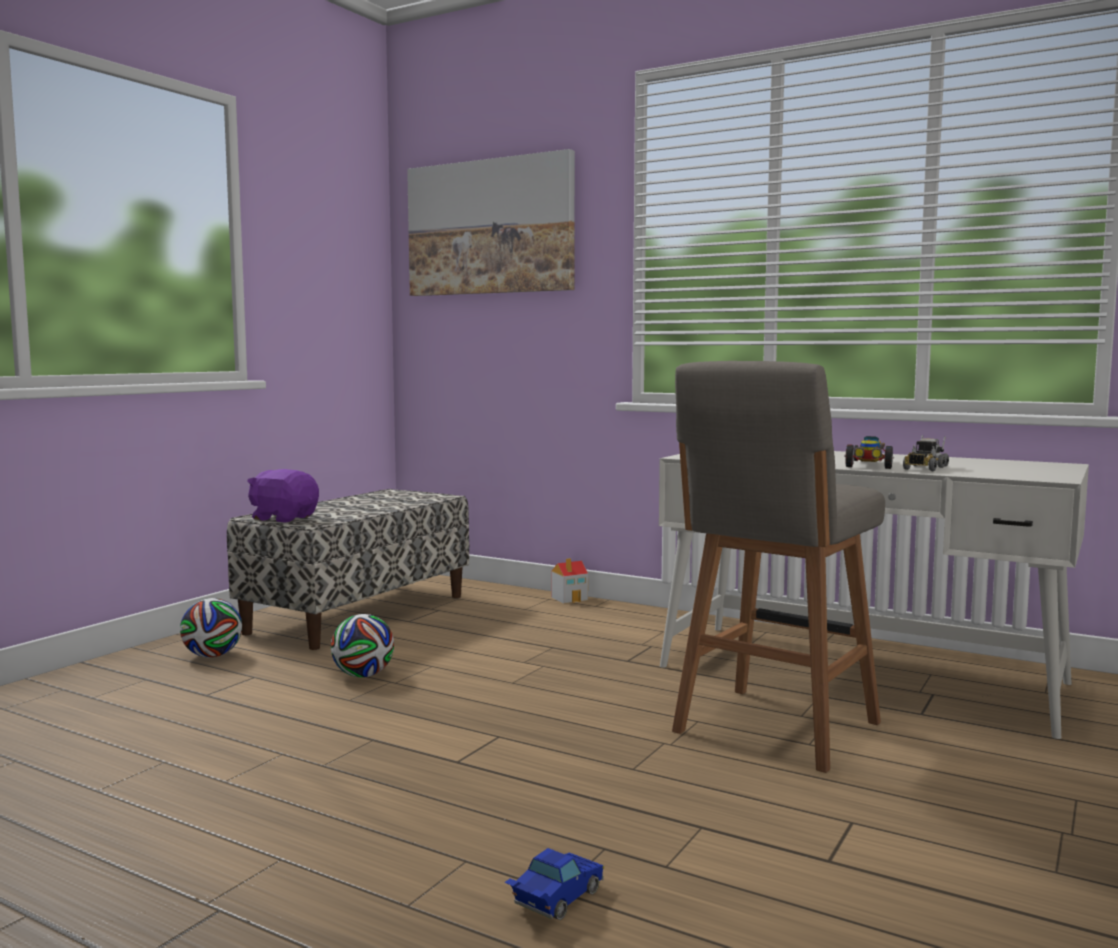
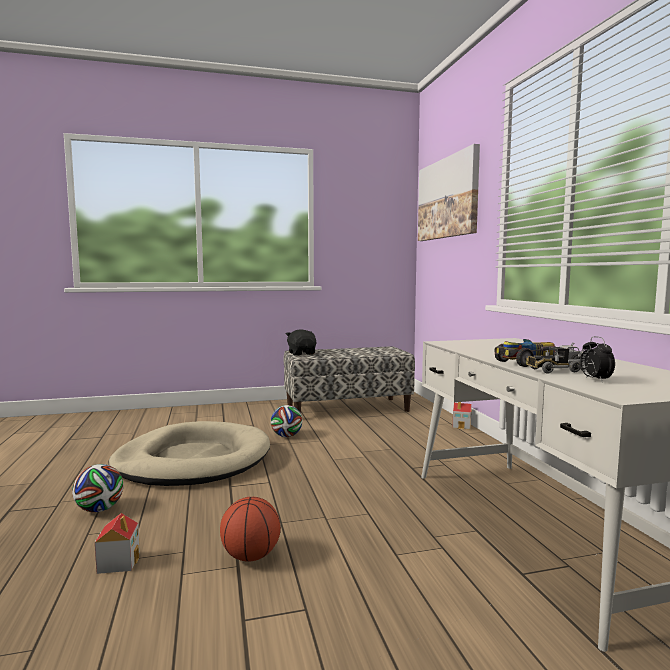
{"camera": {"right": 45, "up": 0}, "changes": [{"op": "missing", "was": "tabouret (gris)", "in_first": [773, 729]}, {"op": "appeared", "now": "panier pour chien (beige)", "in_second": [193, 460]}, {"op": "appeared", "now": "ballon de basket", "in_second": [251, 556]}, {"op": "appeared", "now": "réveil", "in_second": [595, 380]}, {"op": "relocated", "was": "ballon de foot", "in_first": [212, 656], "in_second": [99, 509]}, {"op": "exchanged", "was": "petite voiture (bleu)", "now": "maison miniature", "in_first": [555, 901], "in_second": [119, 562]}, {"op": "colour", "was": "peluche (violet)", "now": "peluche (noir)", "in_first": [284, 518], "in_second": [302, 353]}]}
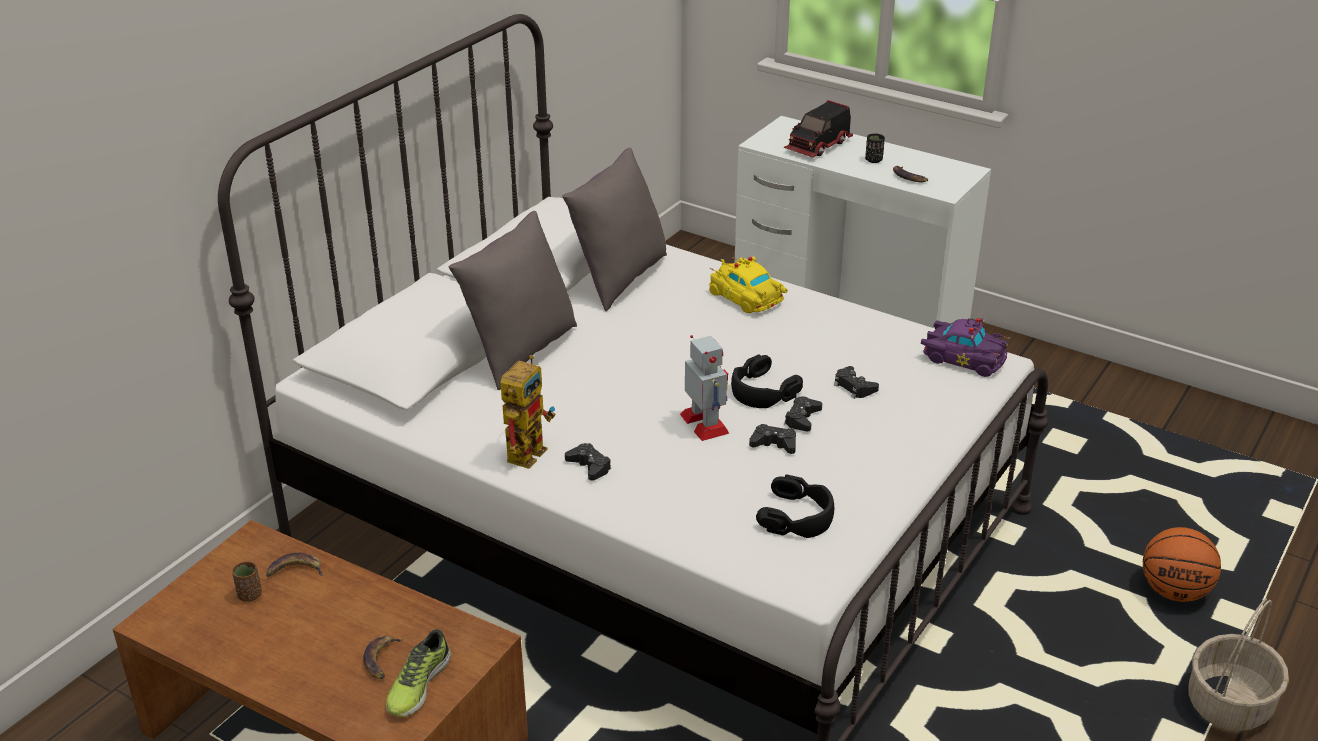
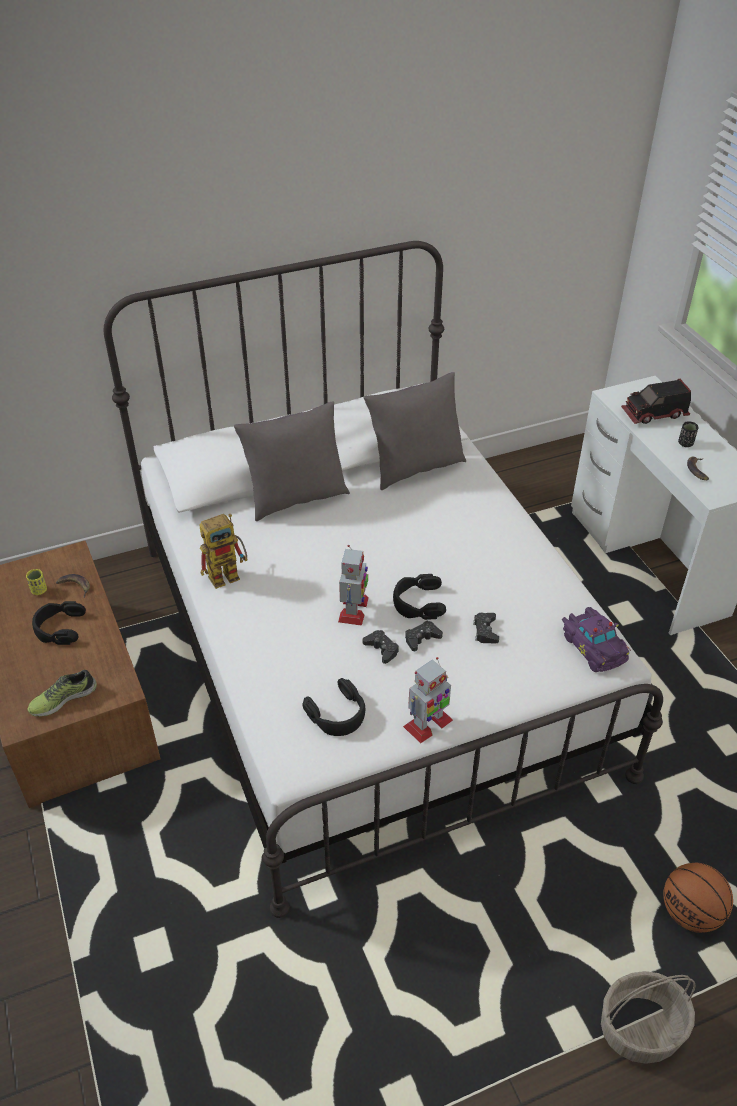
{"camera": {"right": 35, "up": 10}, "changes": [{"op": "missing", "was": "banane", "in_first": [381, 660]}, {"op": "missing", "was": "manette (noir)", "in_first": [589, 466]}, {"op": "missing", "was": "petite voiture (jaune)", "in_first": [746, 298]}, {"op": "appeared", "now": "casque audio (noir)", "in_second": [59, 628]}, {"op": "appeared", "now": "robot jouet", "in_second": [427, 724]}, {"op": "colour", "was": "tasse (marron)", "now": "tasse (jaune)", "in_first": [250, 595], "in_second": [39, 590]}]}
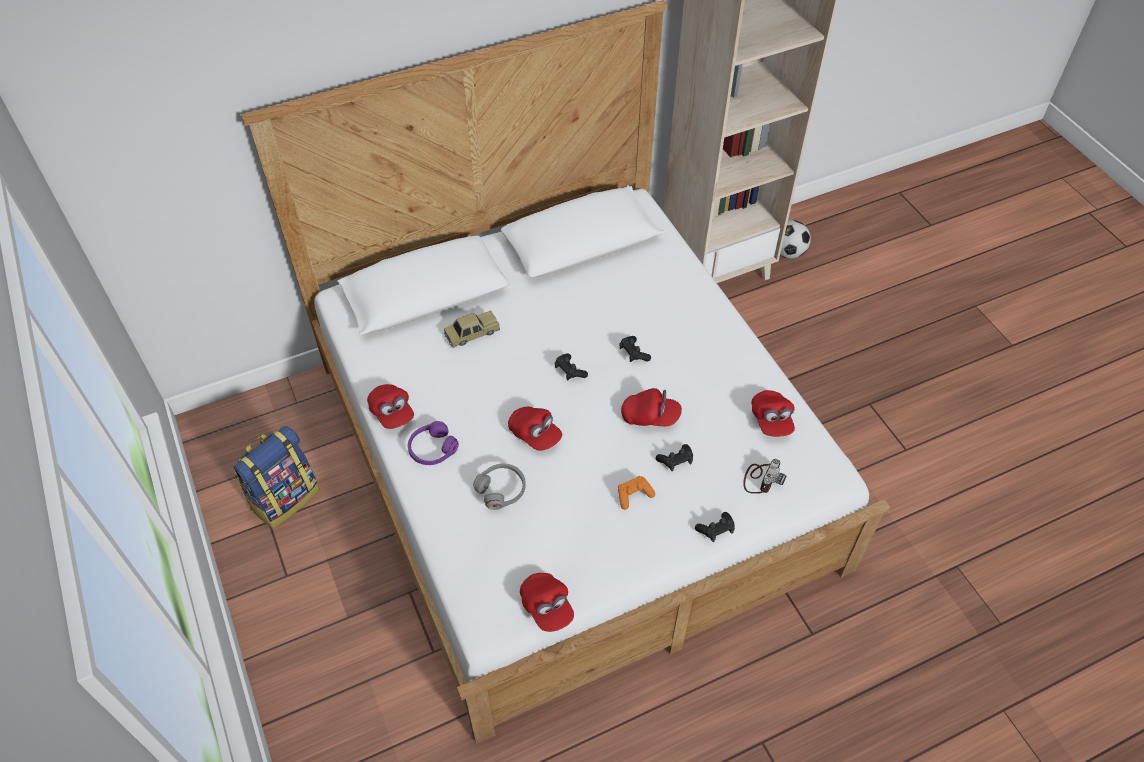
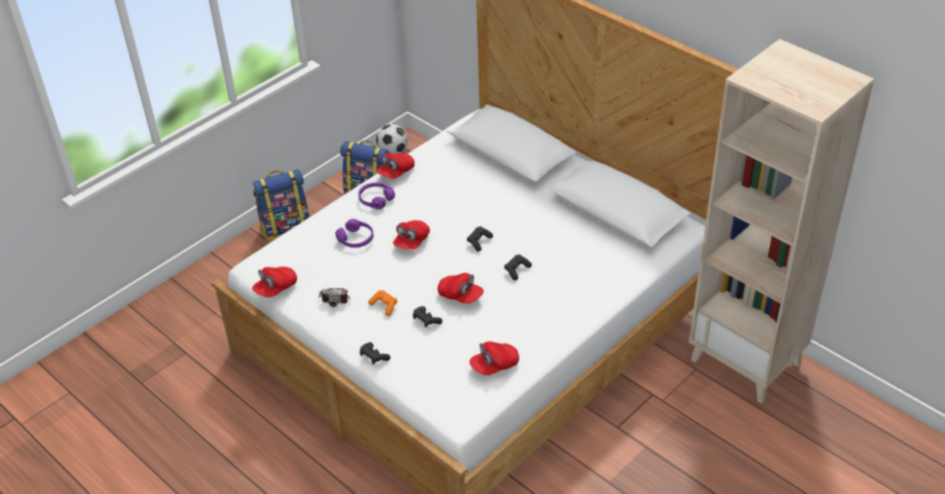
{"camera": {"right": 70, "up": -10}, "changes": [{"op": "missing", "was": "petite voiture", "in_first": [472, 333]}, {"op": "appeared", "now": "sac à dos", "in_second": [286, 229]}, {"op": "relocated", "was": "appareil photo", "in_first": [761, 478], "in_second": [335, 297]}, {"op": "relocated", "was": "ballon de foot", "in_first": [788, 252], "in_second": [393, 152]}, {"op": "colour", "was": "casque audio (gris)", "now": "casque audio (violet)", "in_first": [501, 489], "in_second": [356, 239]}, {"op": "spun", "was": "casquette (rouge)", "in_first": [650, 416], "in_second": [460, 296], "clockwise": -45}]}
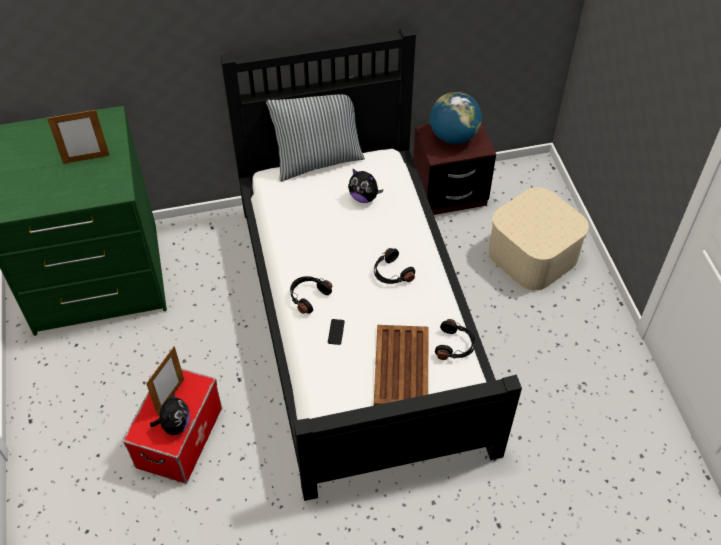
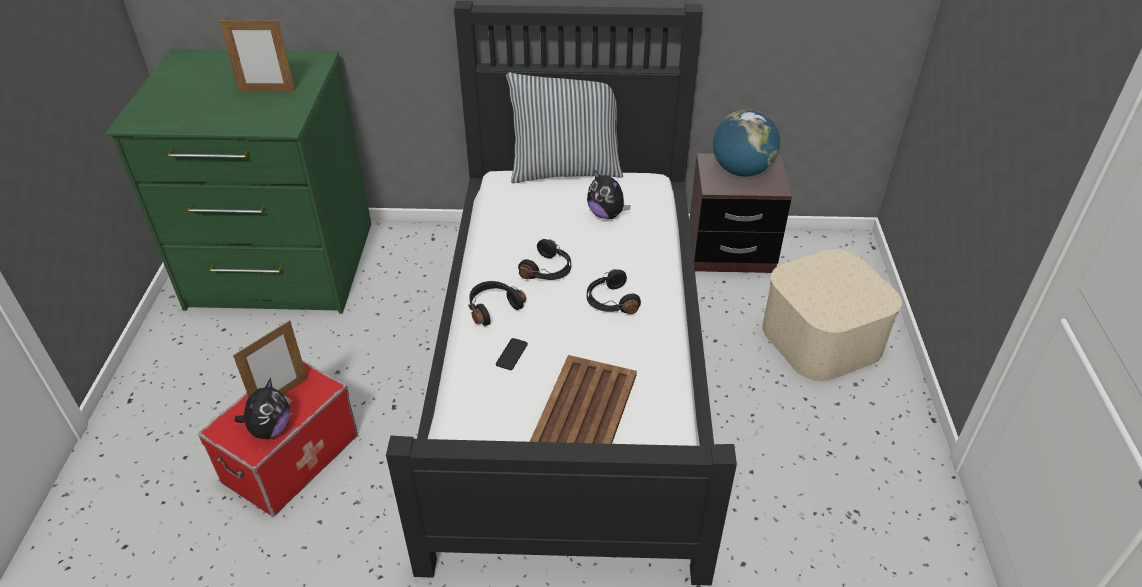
{"camera": {"right": 15, "up": -10}, "changes": [{"op": "relocated", "was": "casque audio (noir)", "in_first": [455, 346], "in_second": [548, 270]}]}
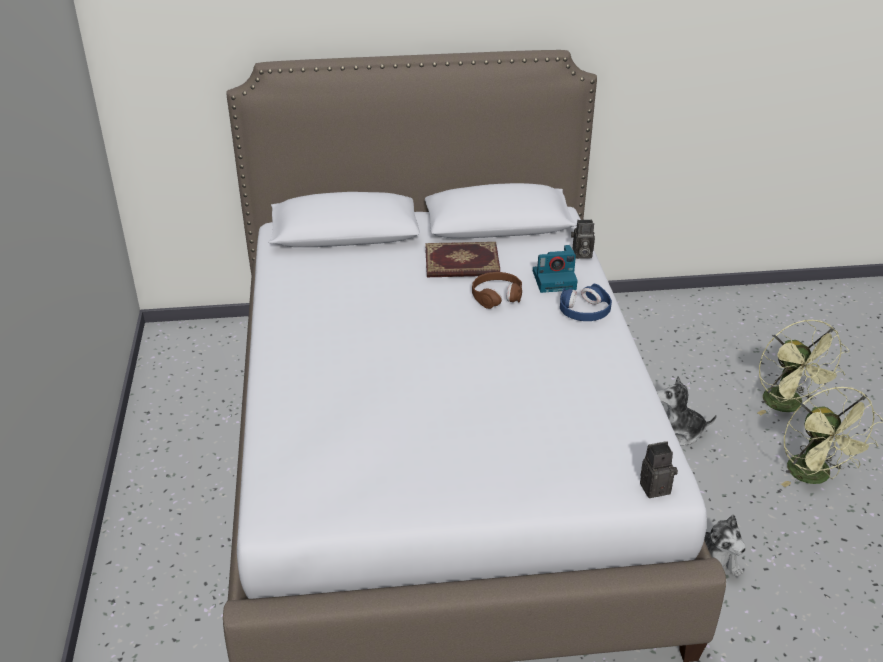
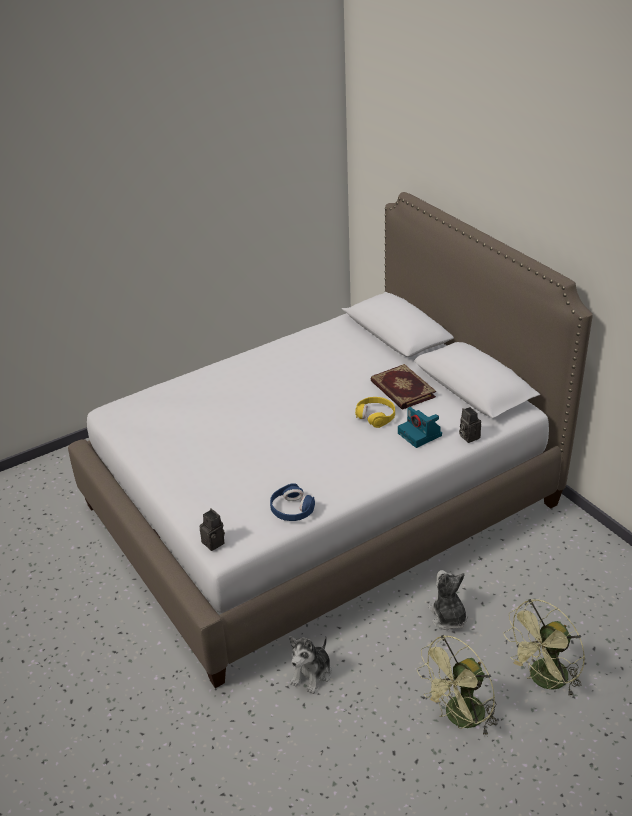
{"camera": {"right": 65, "up": 0}, "changes": [{"op": "relocated", "was": "casque audio (bleu)", "in_first": [584, 311], "in_second": [291, 509]}, {"op": "colour", "was": "casque audio (marron)", "now": "casque audio (jaune)", "in_first": [496, 296], "in_second": [376, 416]}]}
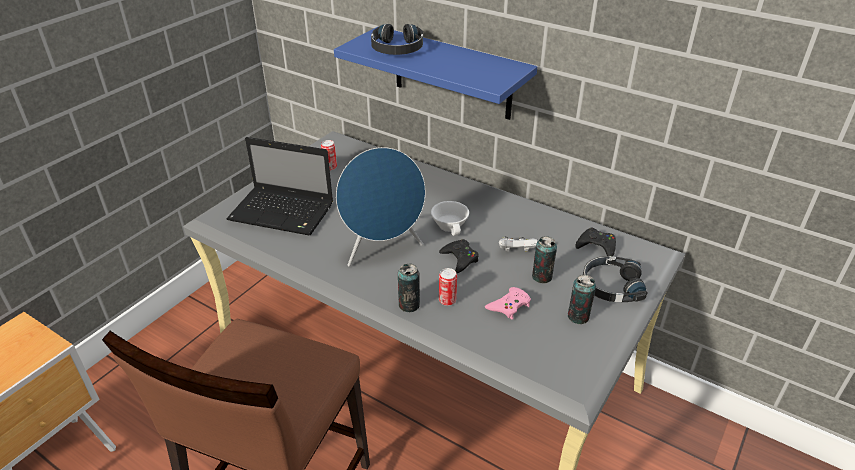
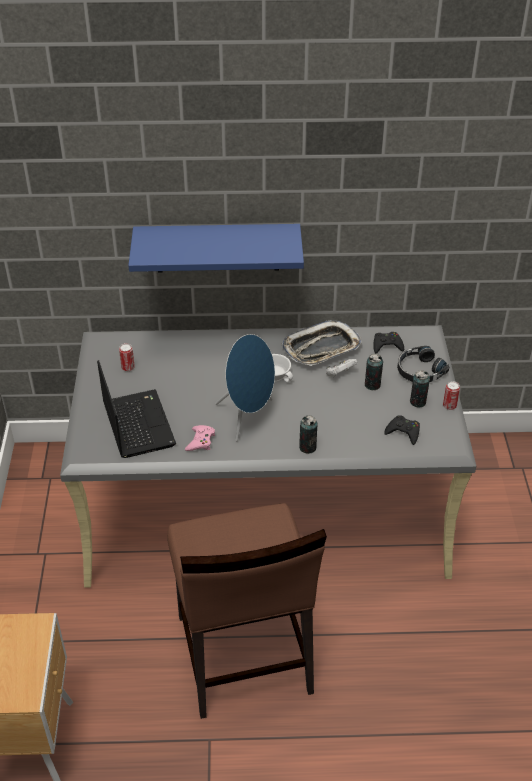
{"camera": {"right": -35, "up": 5}, "changes": [{"op": "missing", "was": "casque audio (noir)", "in_first": [397, 48]}, {"op": "appeared", "now": "plateau", "in_second": [321, 348]}, {"op": "relocated", "was": "manette (noir)", "in_first": [460, 259], "in_second": [403, 432]}, {"op": "relocated", "was": "boîte métallique", "in_first": [447, 300], "in_second": [449, 406]}, {"op": "relocated", "was": "manette (rose)", "in_first": [509, 306], "in_second": [200, 441]}, {"op": "spun", "was": "ordinateur portable", "in_first": [284, 212], "in_second": [137, 423], "clockwise": -90}]}
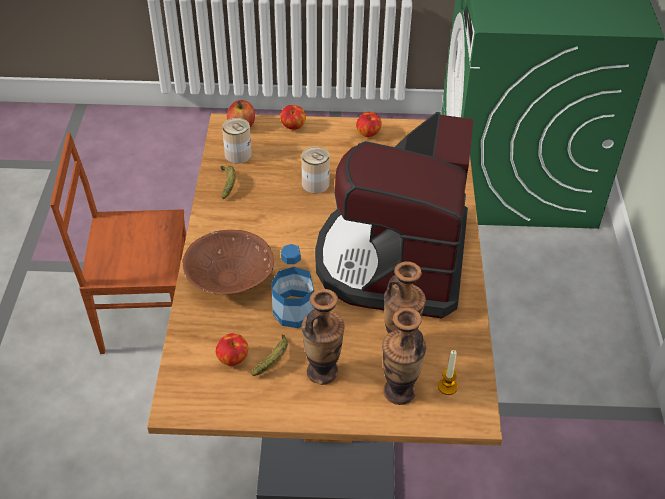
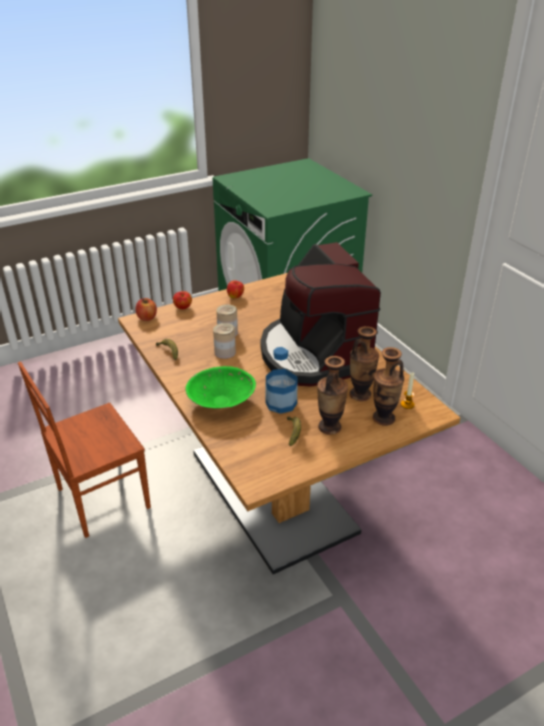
{"camera": {"right": -30, "up": -10}, "changes": [{"op": "missing", "was": "pomme", "in_first": [233, 359]}, {"op": "relocated", "was": "boîte métallique", "in_first": [238, 154], "in_second": [225, 352]}, {"op": "colour", "was": "bol (marron)", "now": "bol (vert)", "in_first": [228, 277], "in_second": [220, 401]}]}
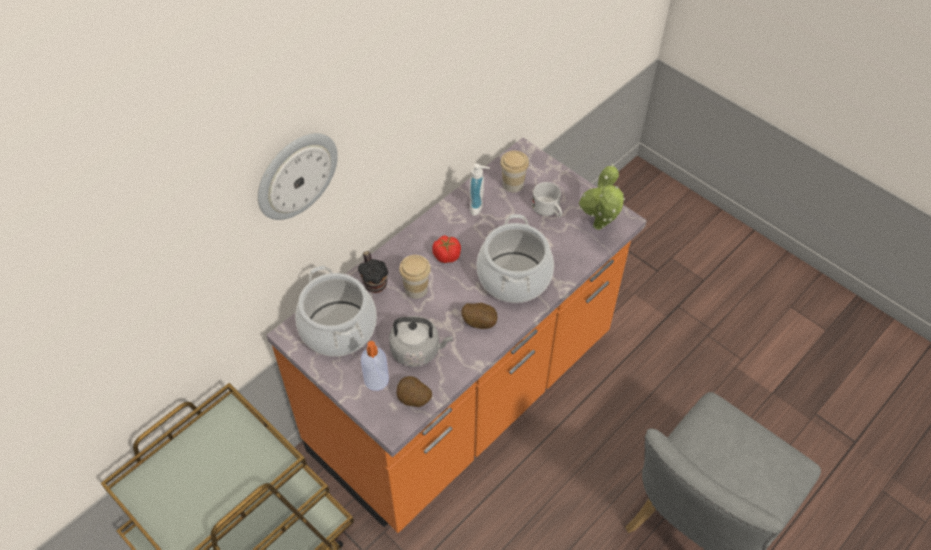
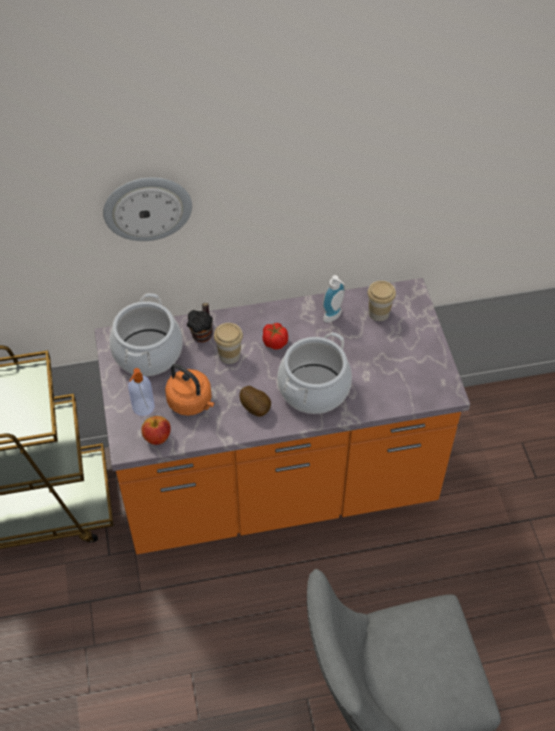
{"camera": {"right": 35, "up": 0}, "changes": [{"op": "missing", "was": "mug (blanc)", "in_first": [548, 210]}, {"op": "missing", "was": "plante en pot", "in_first": [599, 229]}, {"op": "exchanged", "was": "pomme de terre", "now": "pomme", "in_first": [413, 400], "in_second": [157, 437]}, {"op": "colour", "was": "bouilloire (gris)", "now": "bouilloire (orange)", "in_first": [418, 350], "in_second": [191, 402]}]}
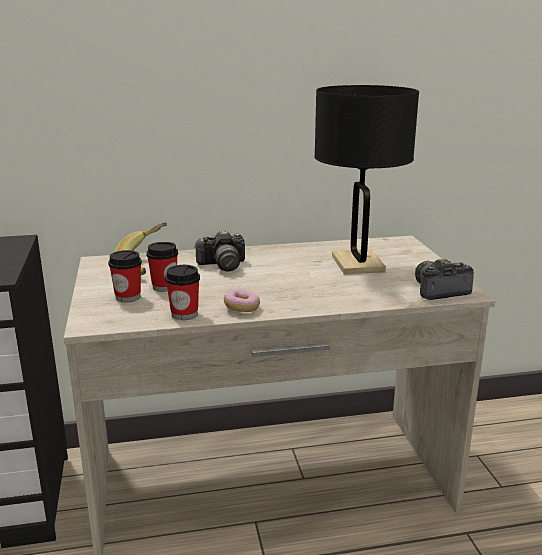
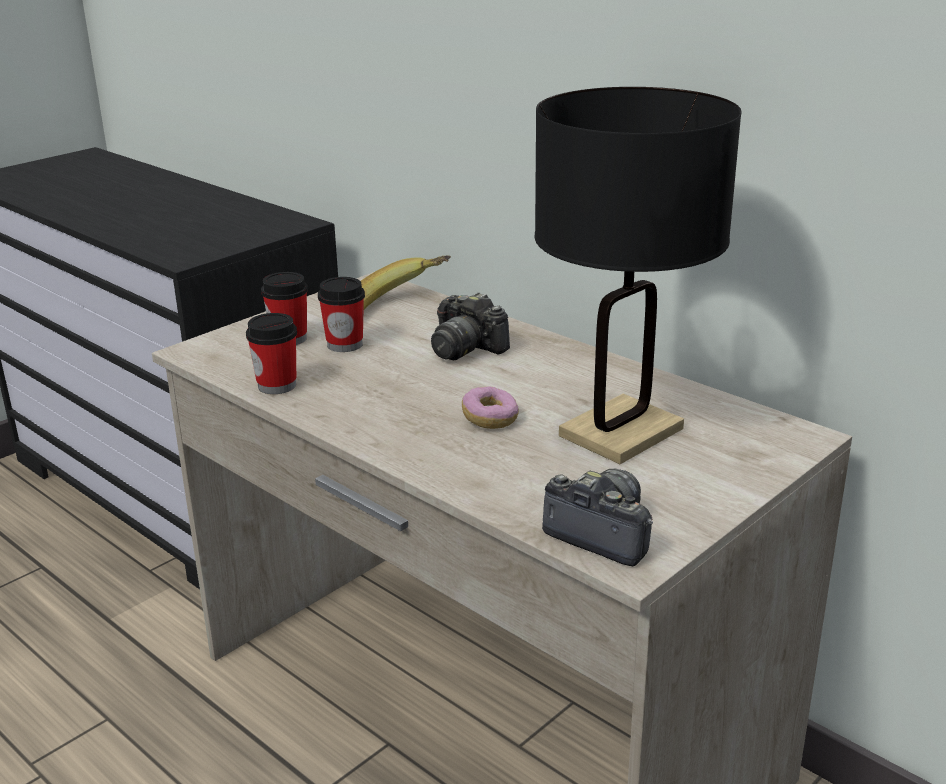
{"camera": {"right": 55, "up": 5}, "changes": [{"op": "relocated", "was": "beignet", "in_first": [242, 308], "in_second": [490, 419]}]}
